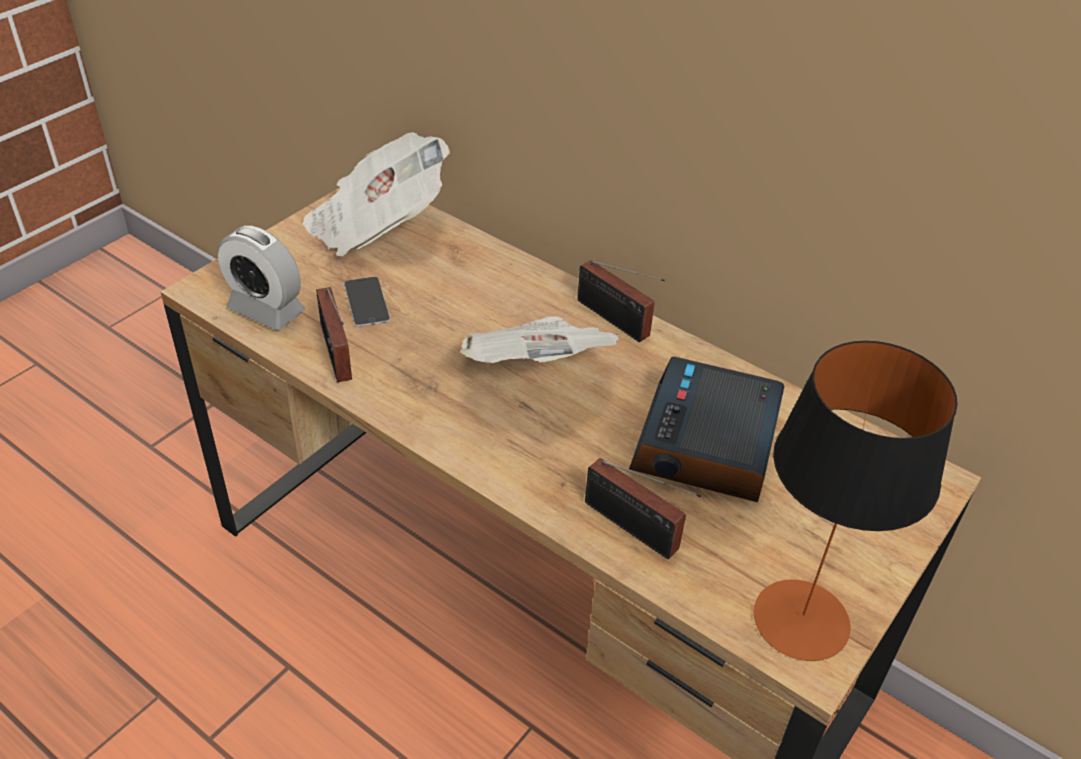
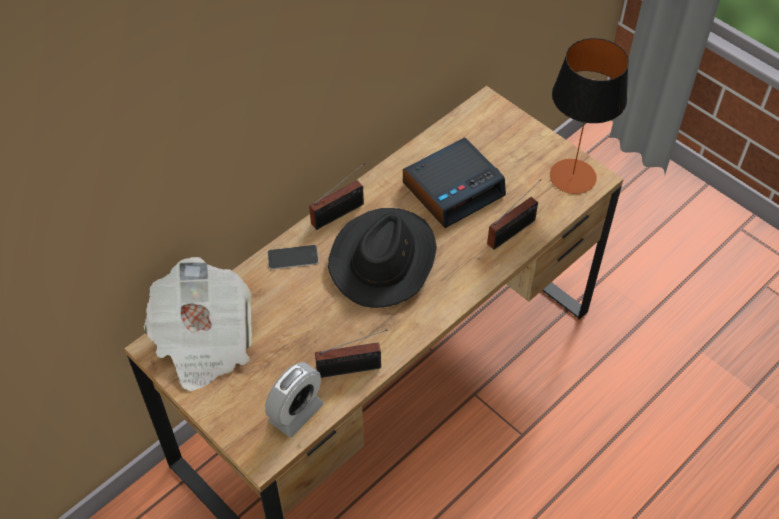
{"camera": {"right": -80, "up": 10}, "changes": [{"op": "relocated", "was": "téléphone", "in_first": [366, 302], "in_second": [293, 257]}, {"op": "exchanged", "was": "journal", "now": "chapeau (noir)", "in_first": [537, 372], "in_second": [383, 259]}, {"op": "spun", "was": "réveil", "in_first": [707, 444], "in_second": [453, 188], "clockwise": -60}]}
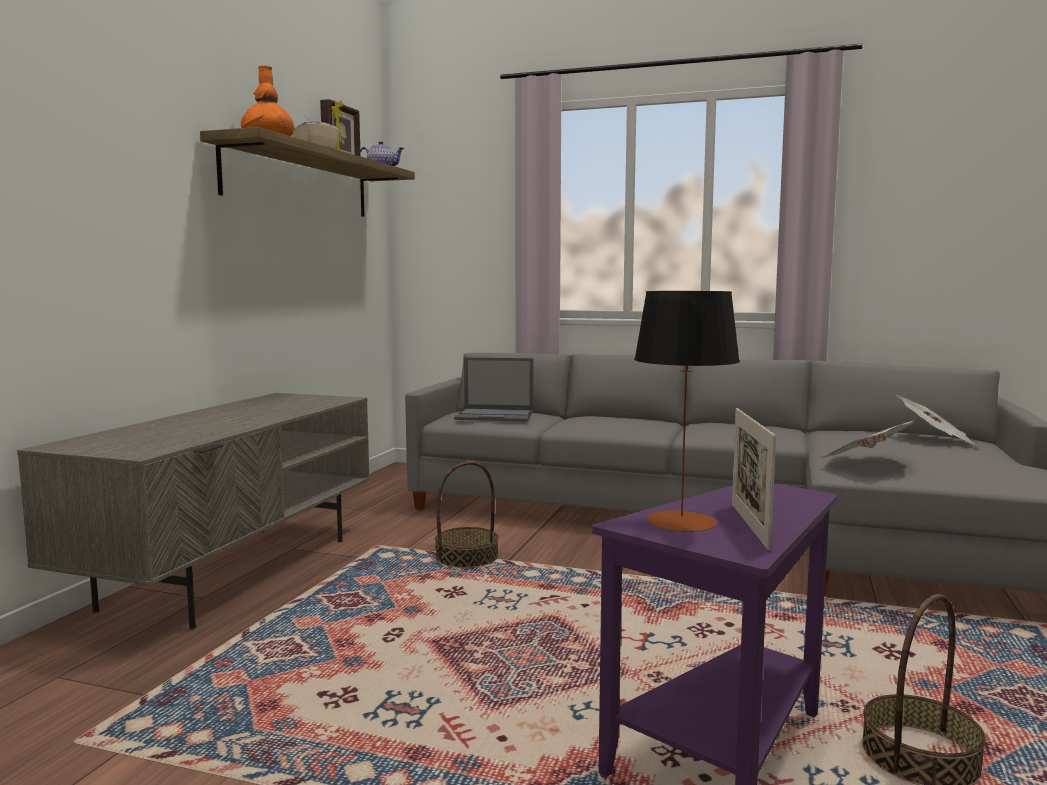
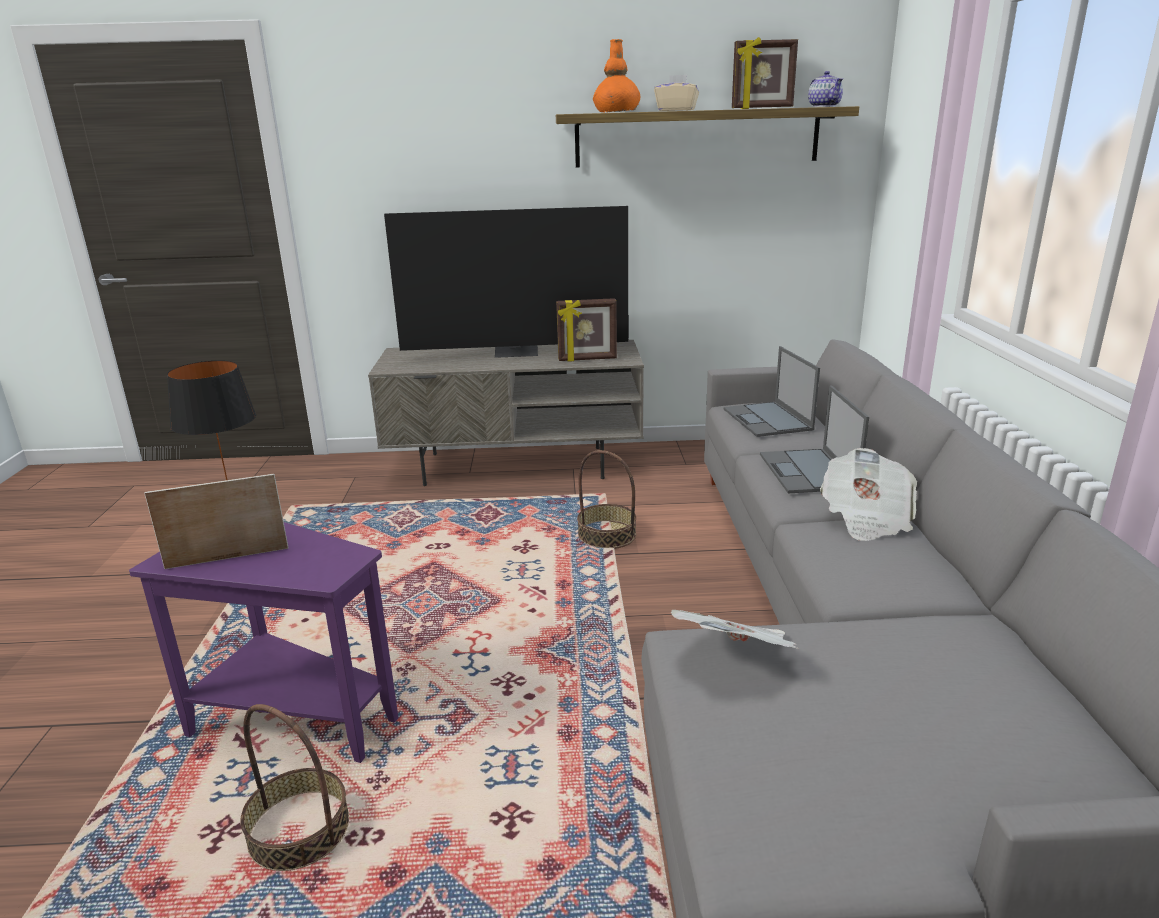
{"camera": {"right": 70, "up": 15}, "changes": [{"op": "appeared", "now": "téléviseur", "in_second": [517, 352]}, {"op": "appeared", "now": "cadre photo", "in_second": [587, 359]}, {"op": "appeared", "now": "ordinateur portable", "in_second": [808, 472]}, {"op": "relocated", "was": "journal", "in_first": [935, 440], "in_second": [865, 518]}]}
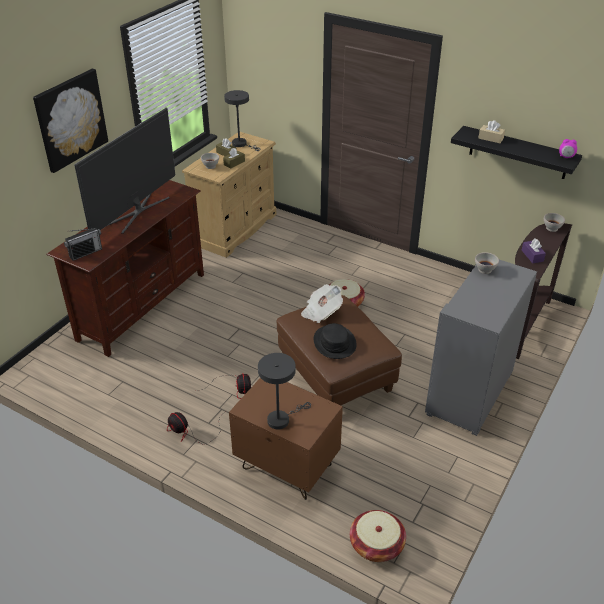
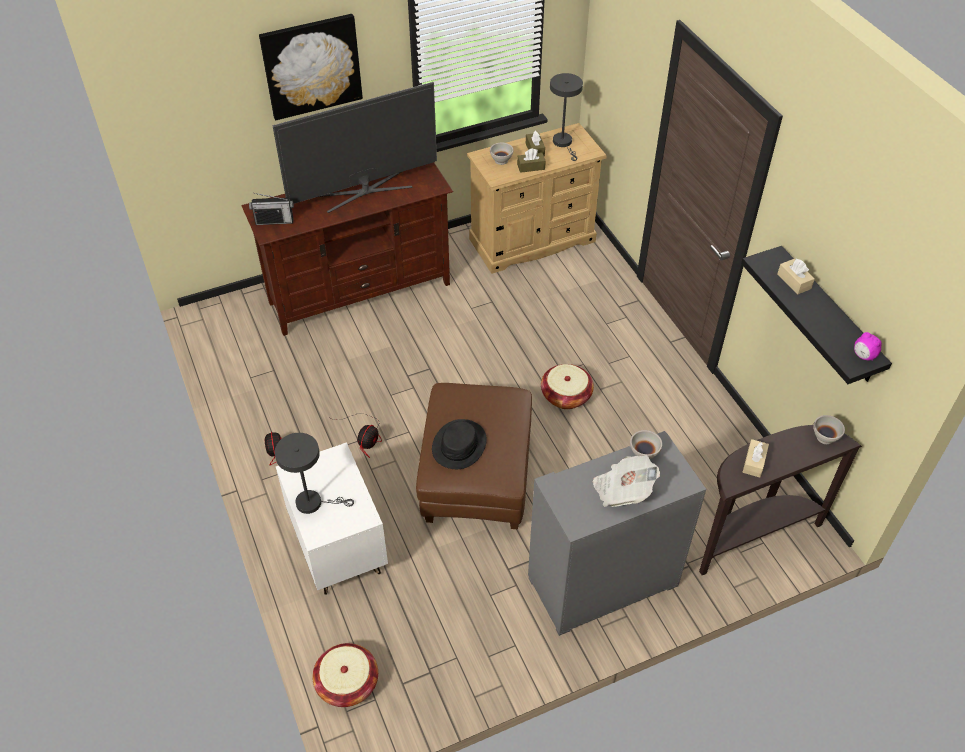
{"camera": {"right": 35, "up": 10}, "changes": [{"op": "relocated", "was": "journal", "in_first": [321, 312], "in_second": [623, 490]}, {"op": "colour", "was": "table de chevet (marron)", "now": "table de chevet (blanc)", "in_first": [286, 467], "in_second": [338, 550]}, {"op": "colour", "was": "boîte à mouchoirs (violet)", "now": "boîte à mouchoirs (beige)", "in_first": [532, 256], "in_second": [754, 462]}]}
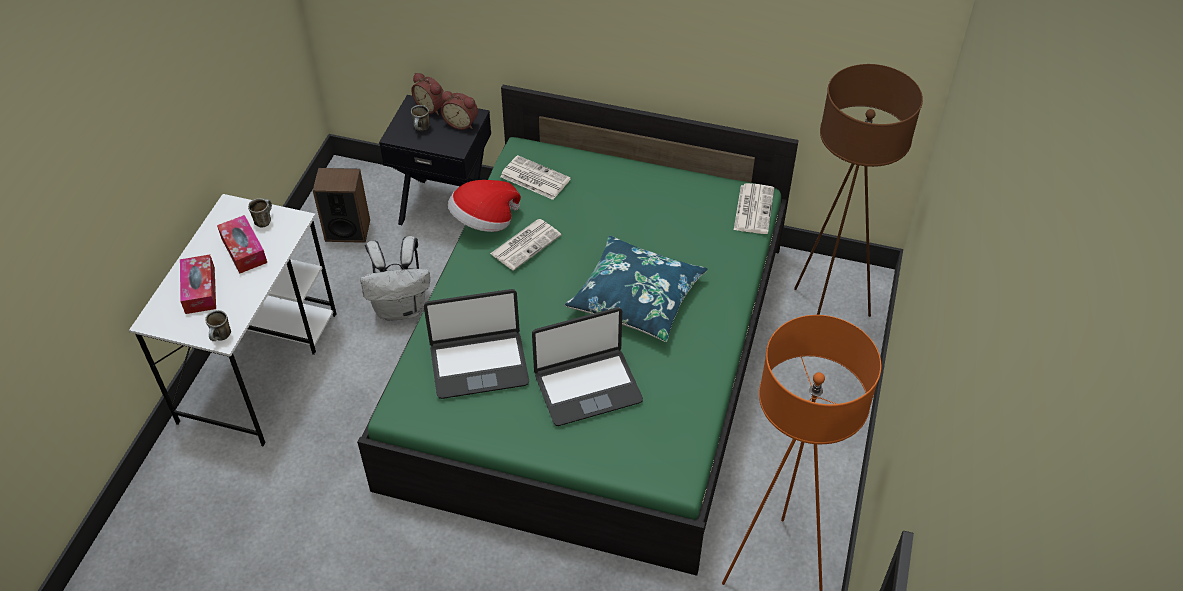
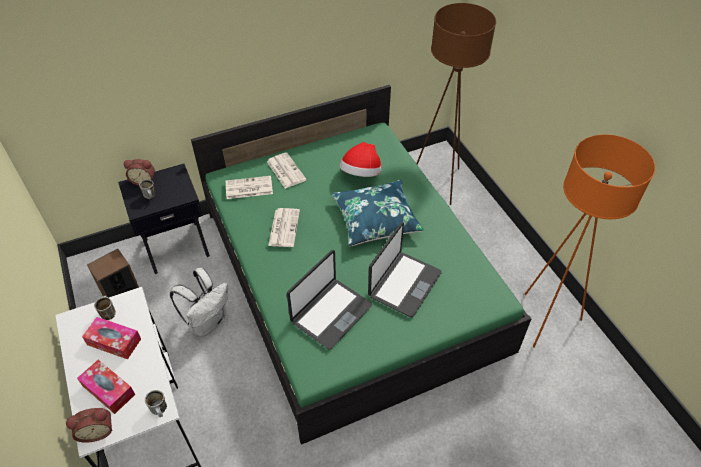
{"camera": {"right": -40, "up": 0}, "changes": [{"op": "relocated", "was": "réveil", "in_first": [461, 122], "in_second": [97, 430]}, {"op": "relocated", "was": "chapeau", "in_first": [484, 222], "in_second": [361, 174]}, {"op": "relocated", "was": "journal", "in_first": [753, 208], "in_second": [285, 170]}]}
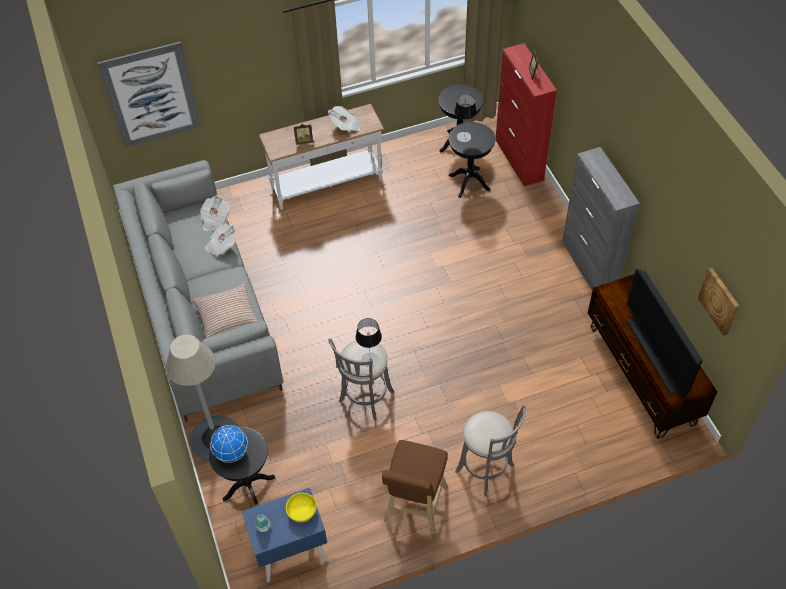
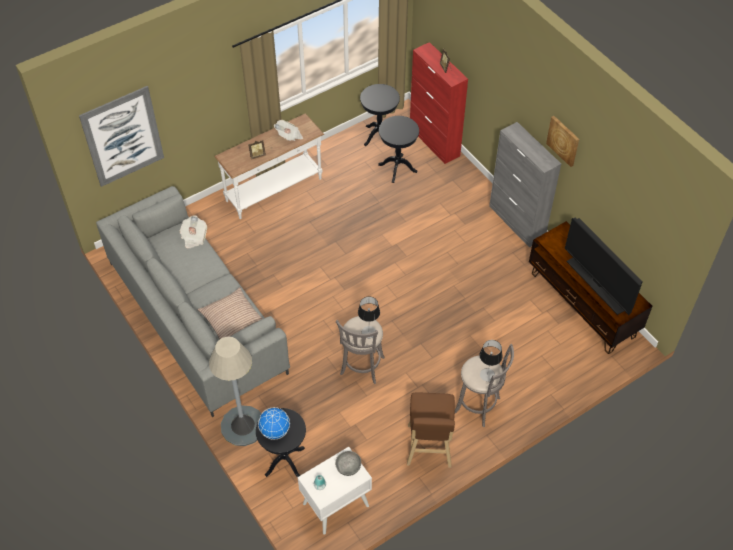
{"camera": {"right": -15, "up": 0}, "changes": [{"op": "missing", "was": "journal", "in_first": [221, 246]}, {"op": "relocated", "was": "lampe de table", "in_first": [464, 137], "in_second": [487, 375]}, {"op": "relocated", "was": "tableau", "in_first": [719, 301], "in_second": [563, 140]}, {"op": "colour", "was": "table de chevet (bleu)", "now": "table de chevet (blanc)", "in_first": [290, 551], "in_second": [335, 505]}, {"op": "colour", "was": "bol (jaune)", "now": "bol (gris)", "in_first": [302, 511], "in_second": [348, 467]}]}
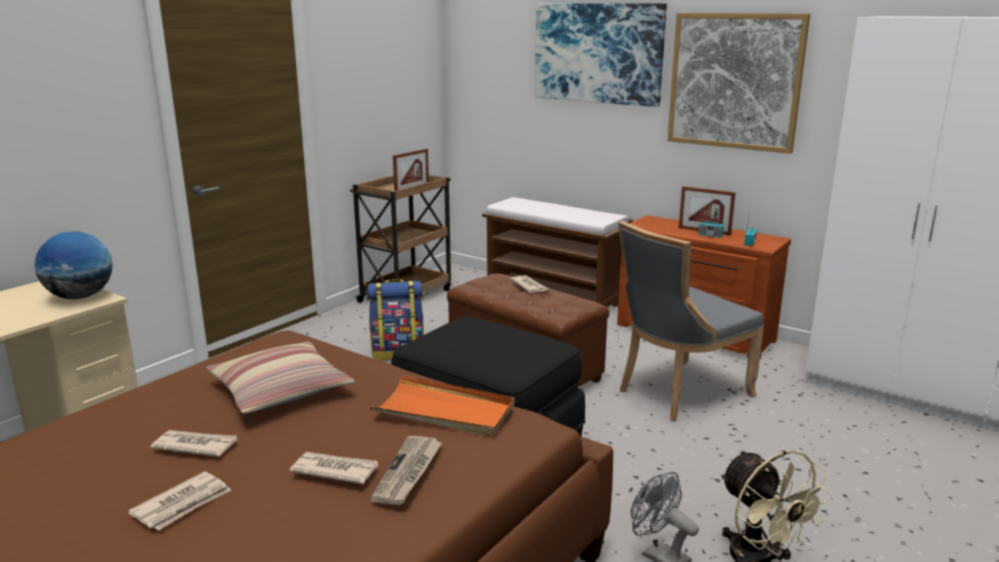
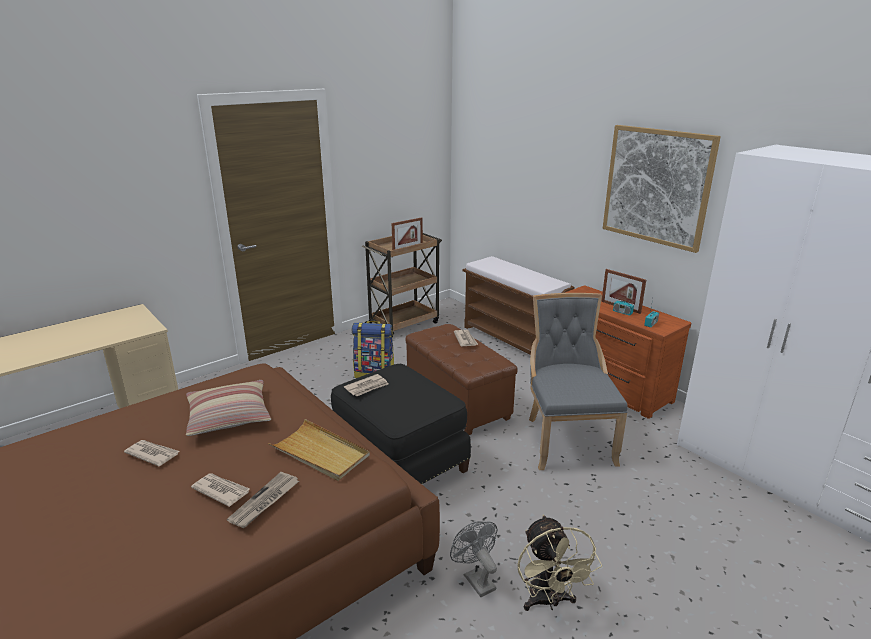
{"camera": {"right": 15, "up": 5}, "changes": [{"op": "missing", "was": "globe", "in_first": [80, 297]}, {"op": "missing", "was": "tableau", "in_first": [598, 53]}, {"op": "relocated", "was": "journal", "in_first": [183, 504], "in_second": [367, 387]}, {"op": "colour", "was": "plateau (orange)", "now": "plateau (beige)", "in_first": [444, 411], "in_second": [320, 453]}, {"op": "spun", "was": "chaise (gris)", "in_first": [679, 393], "in_second": [566, 439], "clockwise": 105}]}
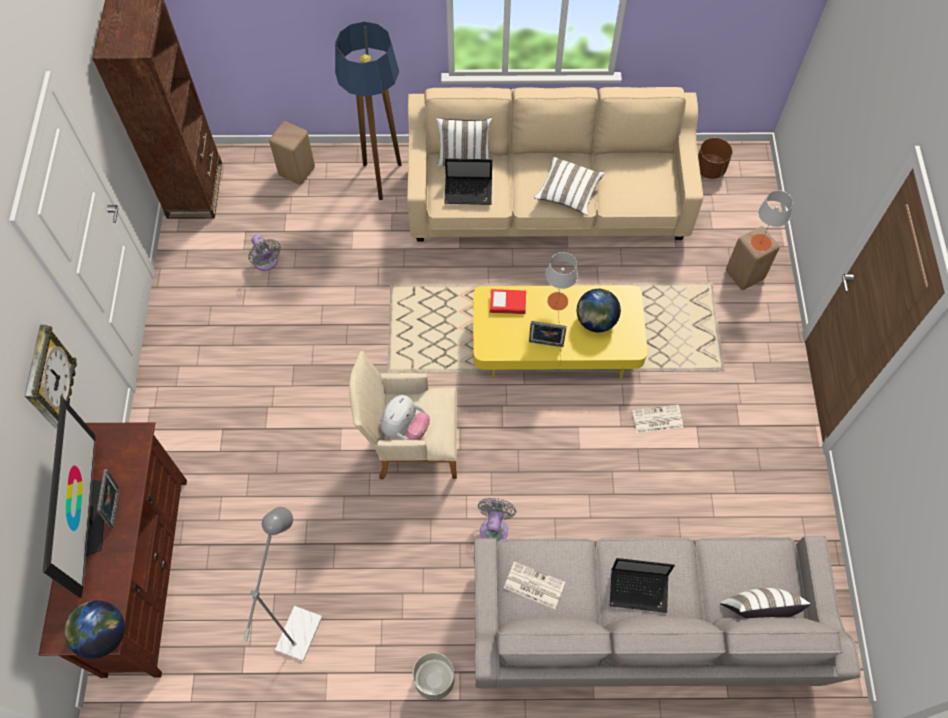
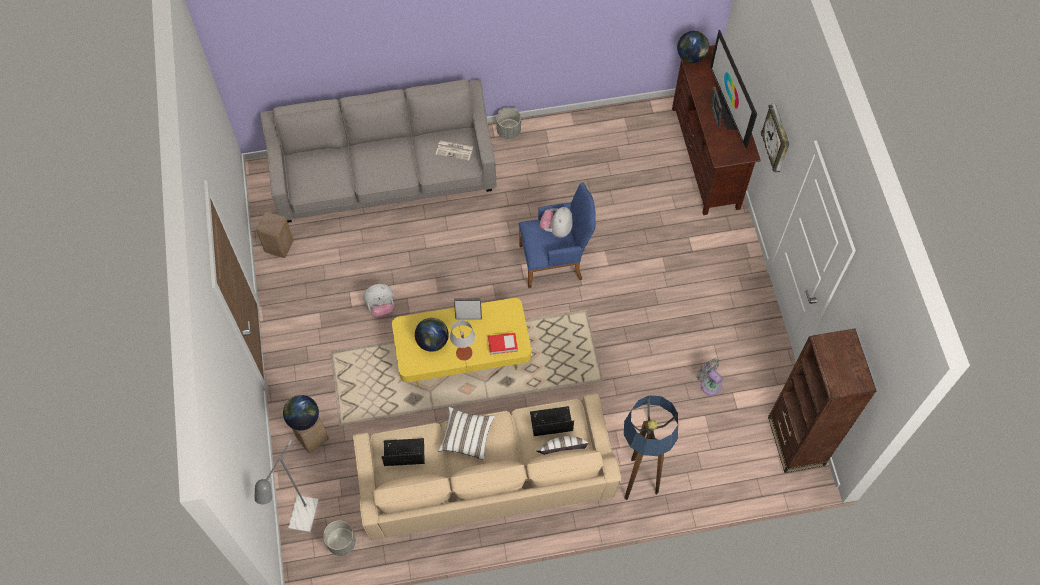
{"camera": {"right": 170, "up": 0}, "changes": [{"op": "missing", "was": "ventilateur (gris)", "in_first": [494, 527]}, {"op": "missing", "was": "coussin (blanc)", "in_first": [756, 612]}, {"op": "relocated", "was": "lampadaire (gris)", "in_first": [303, 624], "in_second": [302, 521]}, {"op": "relocated", "was": "tabouret (beige)", "in_first": [297, 172], "in_second": [279, 245]}, {"op": "relocated", "was": "ordinateur portable", "in_first": [640, 590], "in_second": [403, 453]}, {"op": "exchanged", "was": "journal", "now": "peluche", "in_first": [656, 419], "in_second": [380, 306]}, {"op": "exchanged", "was": "lampe de table (gris)", "now": "globe", "in_first": [761, 242], "in_second": [303, 418]}, {"op": "colour", "was": "fauteuil (beige)", "now": "fauteuil (bleu)", "in_first": [411, 445], "in_second": [555, 261]}, {"op": "colour", "was": "cache-pot (marron)", "now": "cache-pot (gris)", "in_first": [710, 169], "in_second": [341, 542]}]}
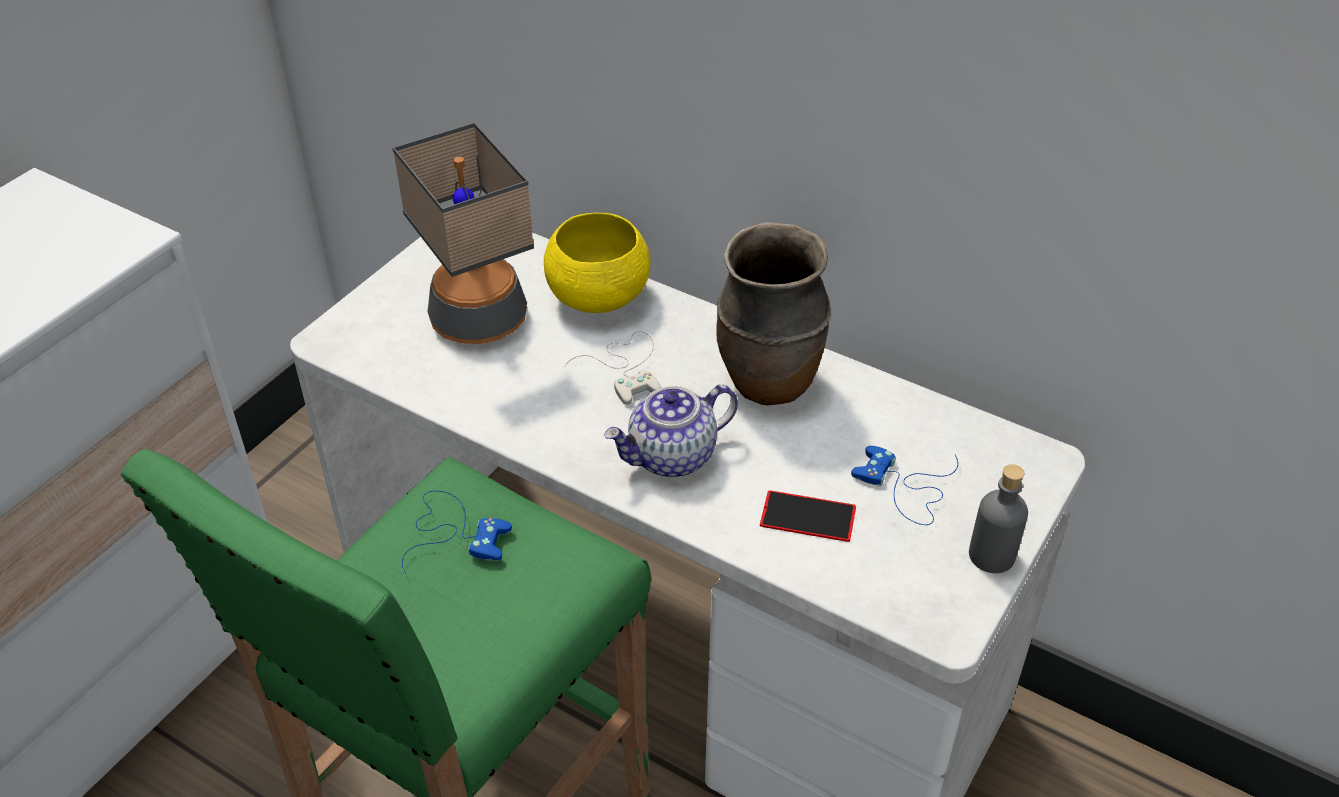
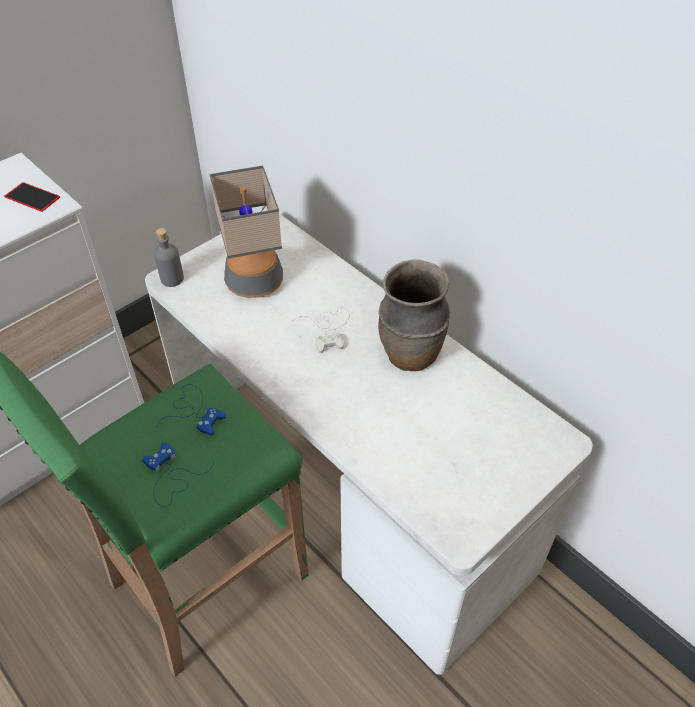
{"camera": {"right": 15, "up": 5}, "changes": [{"op": "missing", "was": "bol (jaune)", "in_first": [597, 297]}, {"op": "missing", "was": "théière", "in_first": [672, 457]}, {"op": "relocated", "was": "téléphone", "in_first": [808, 516], "in_second": [32, 197]}, {"op": "relocated", "was": "manette (bleu)", "in_first": [905, 488], "in_second": [171, 476]}, {"op": "relocated", "was": "bouteille (gris)", "in_first": [991, 556], "in_second": [172, 279]}]}
